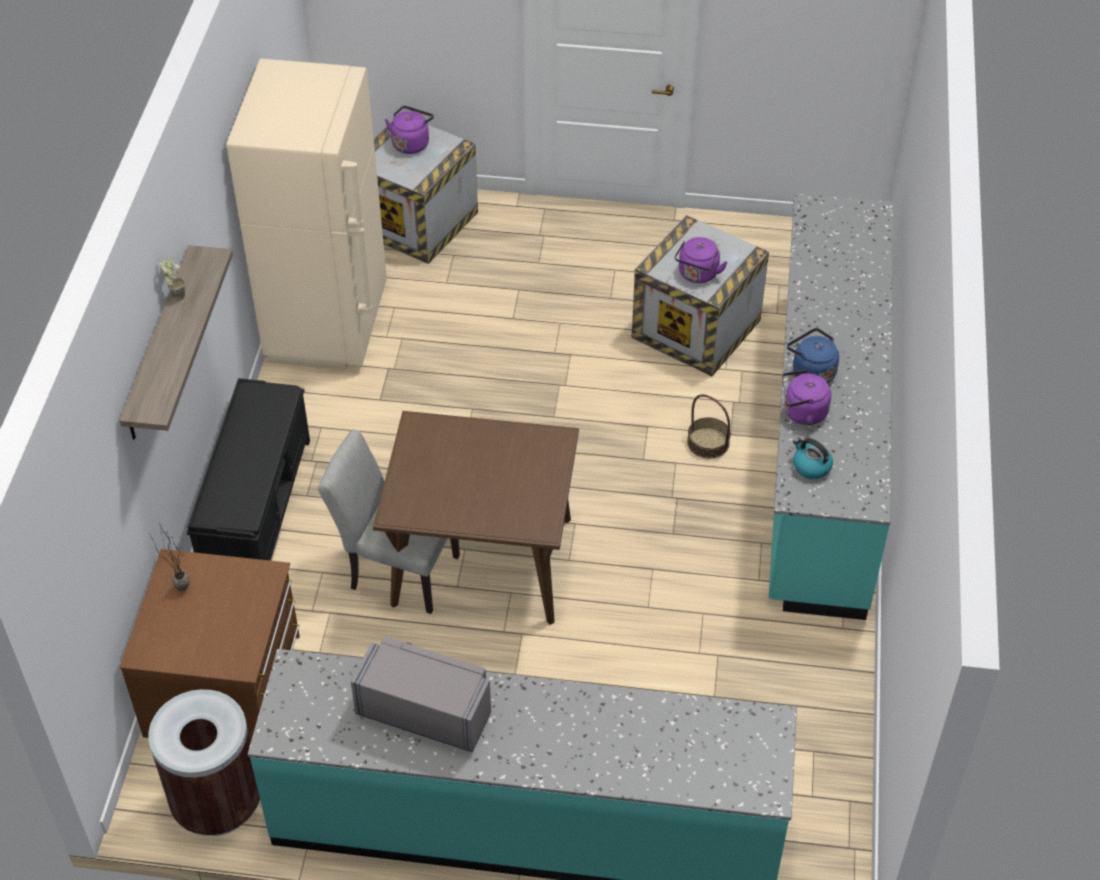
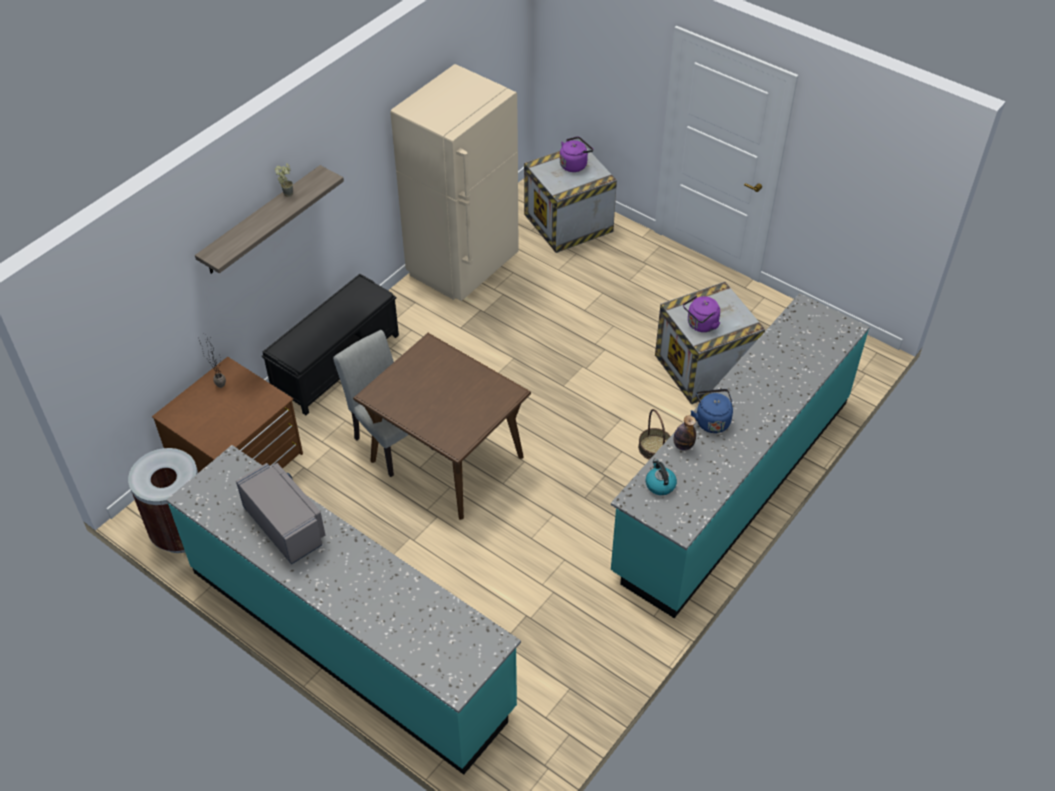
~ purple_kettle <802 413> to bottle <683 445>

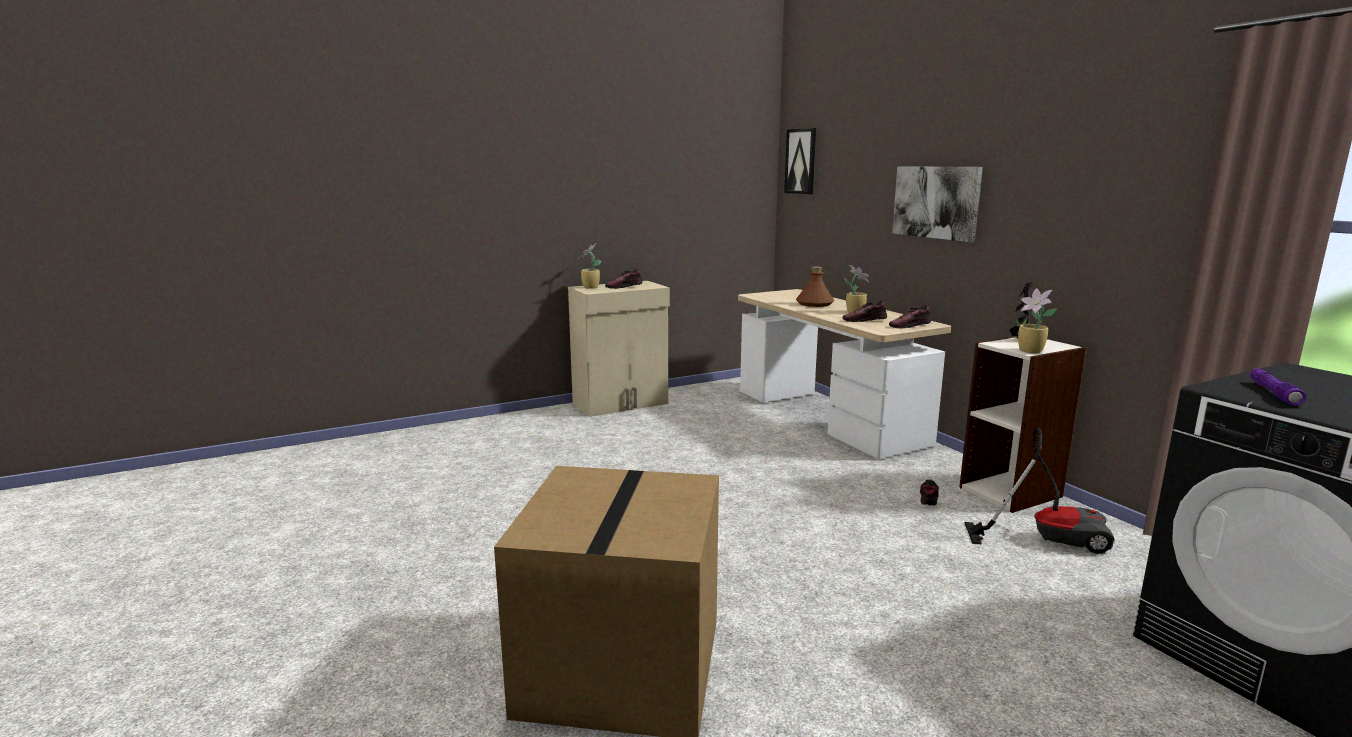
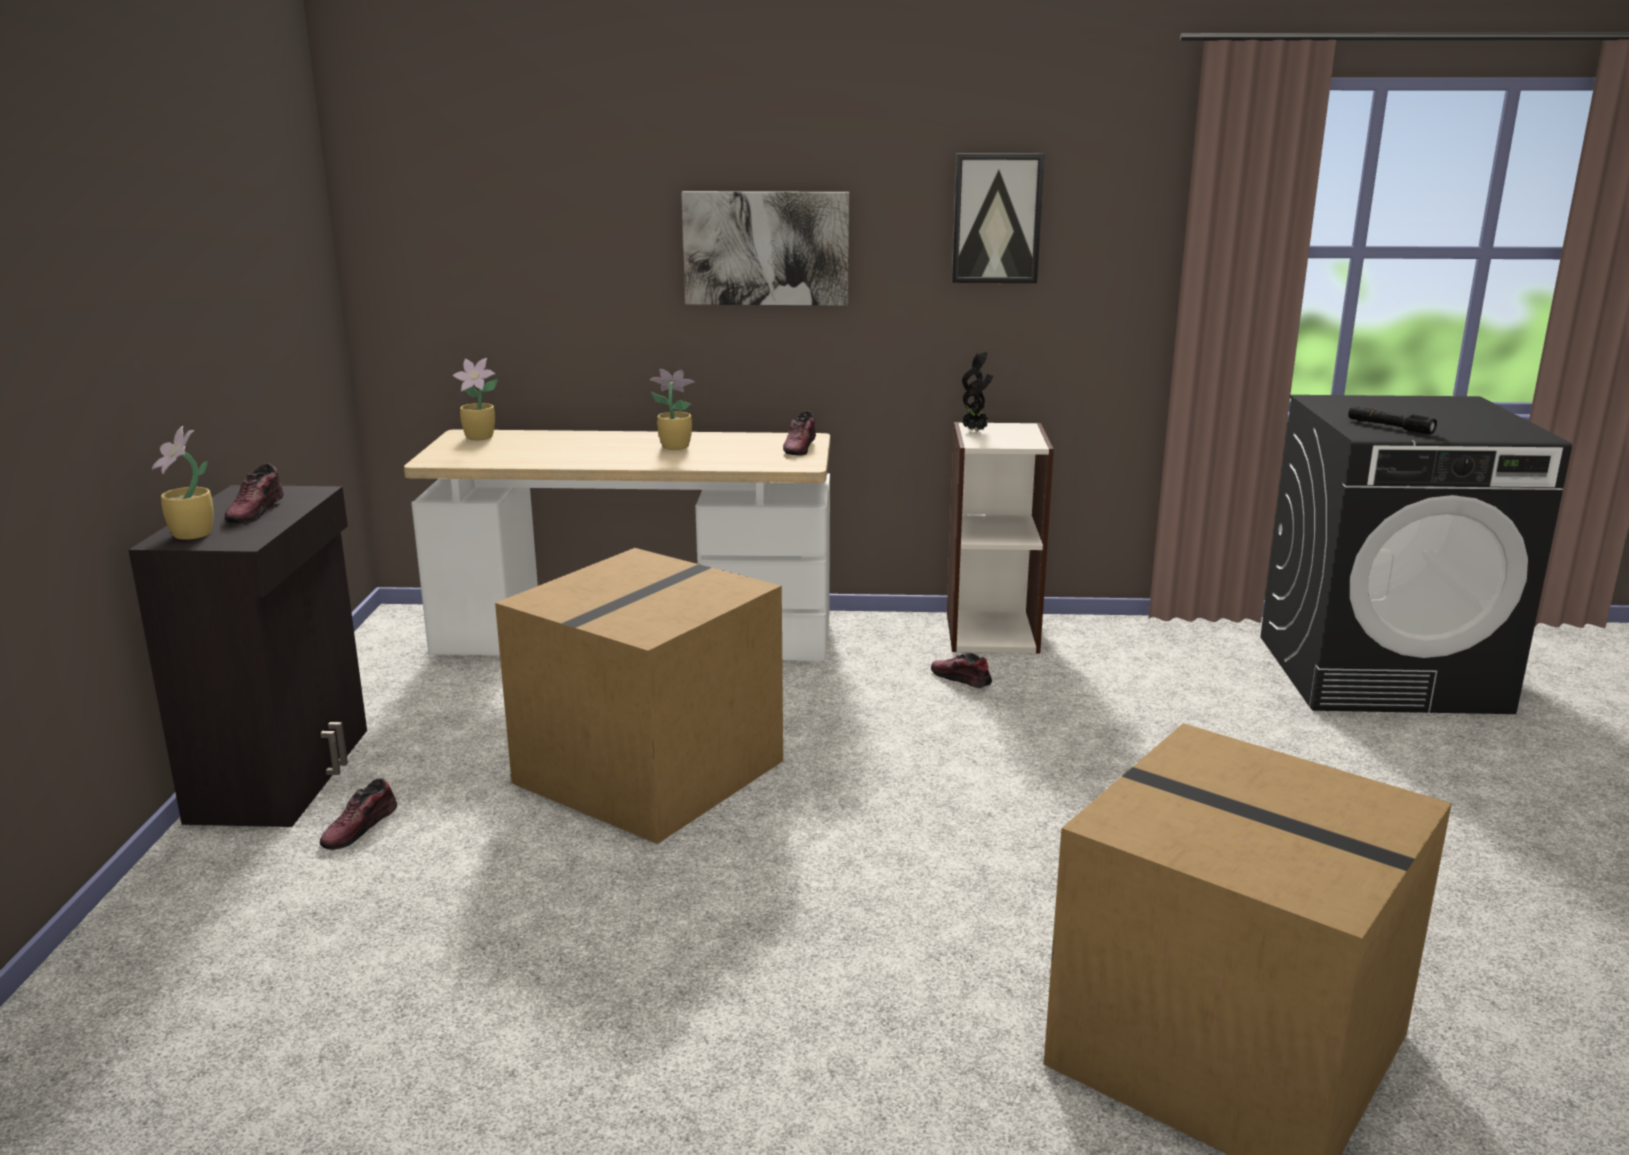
~ picture <801 161> to <996 218>
- brown_bottle <815 304>
~ beige_cabinet <621 404> to black_cabinet <285 773>
~ potted_plant <1031 351> to <480 437>
~ shoe <864 320> to <360 828>
~ purple_flashlight <1273 393> to black_flashlight <1389 427>
- vacuum_cleaner <1047 538>
+ cardboard_box <649 769>

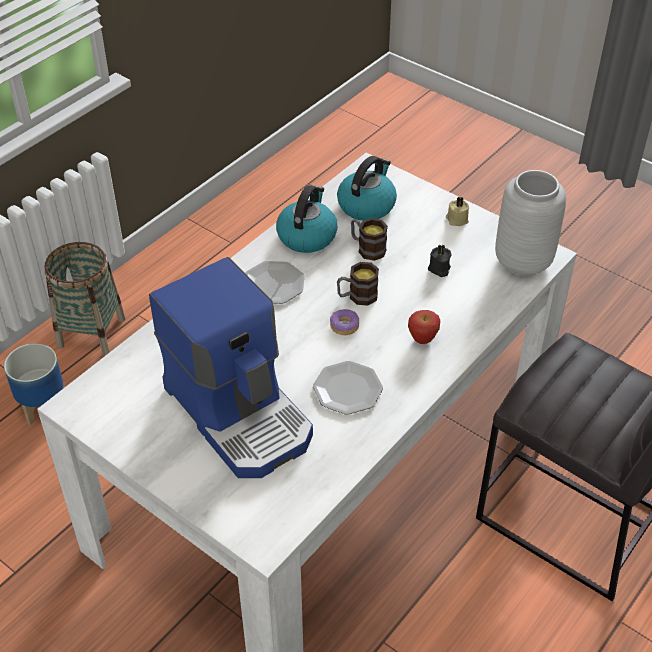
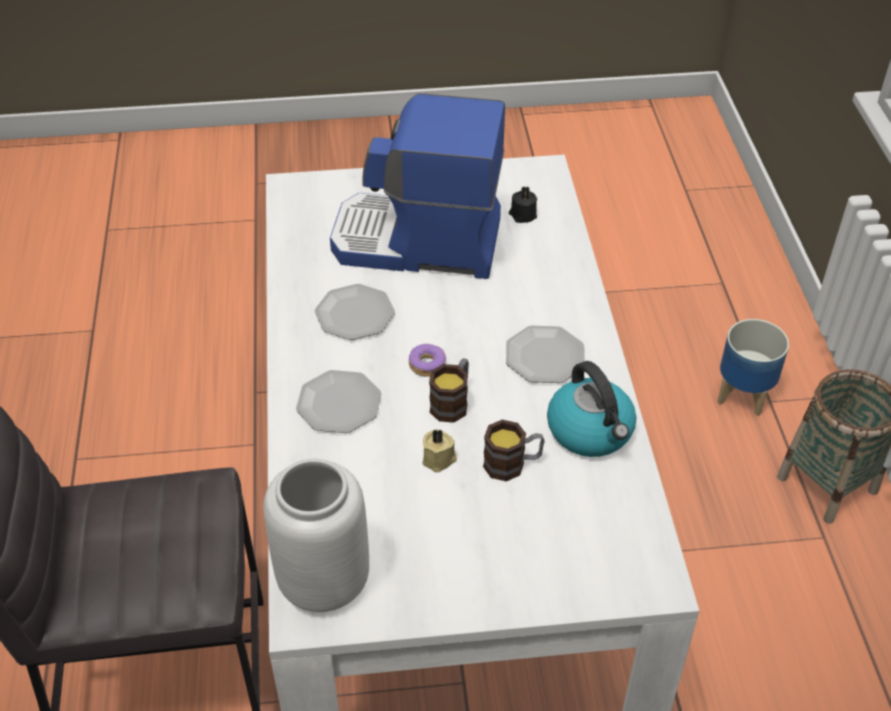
- kettle <366 205>
~ beige_candle <456 219> to <439 459>
~ black_candle <439 269> to <522 215>
~ apple <422 340> to plate <338 403>

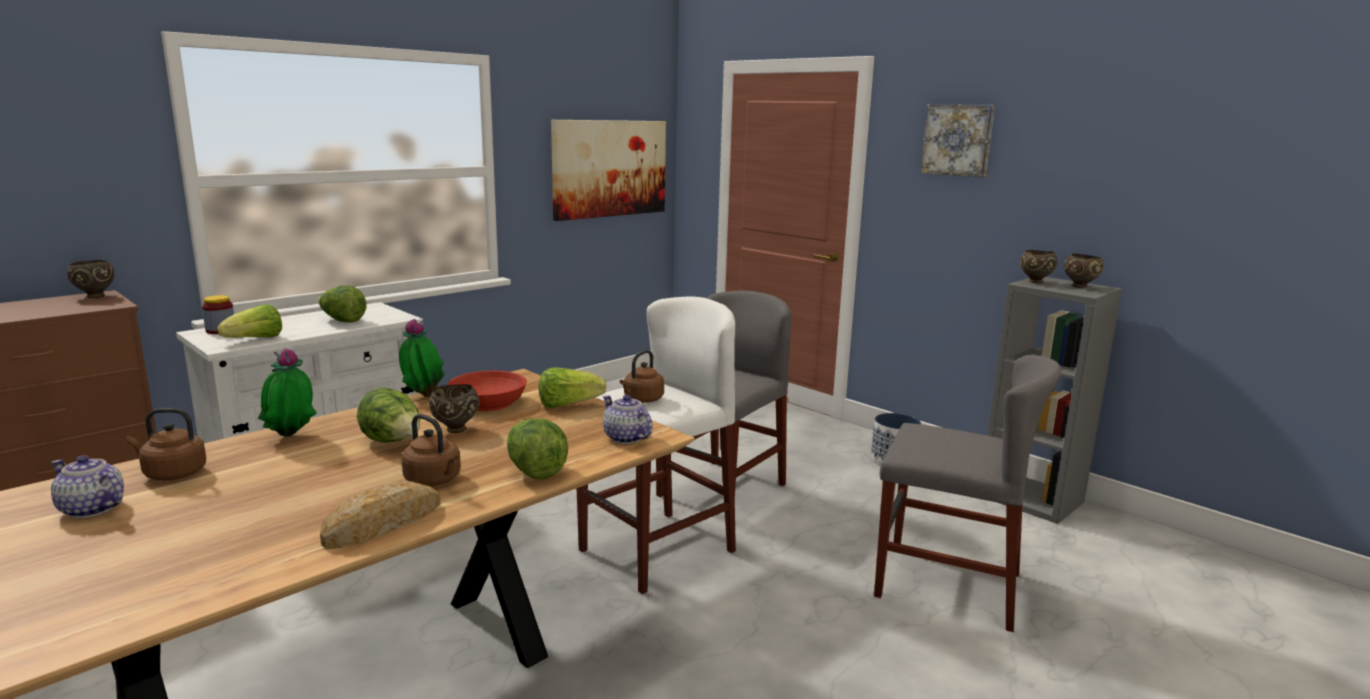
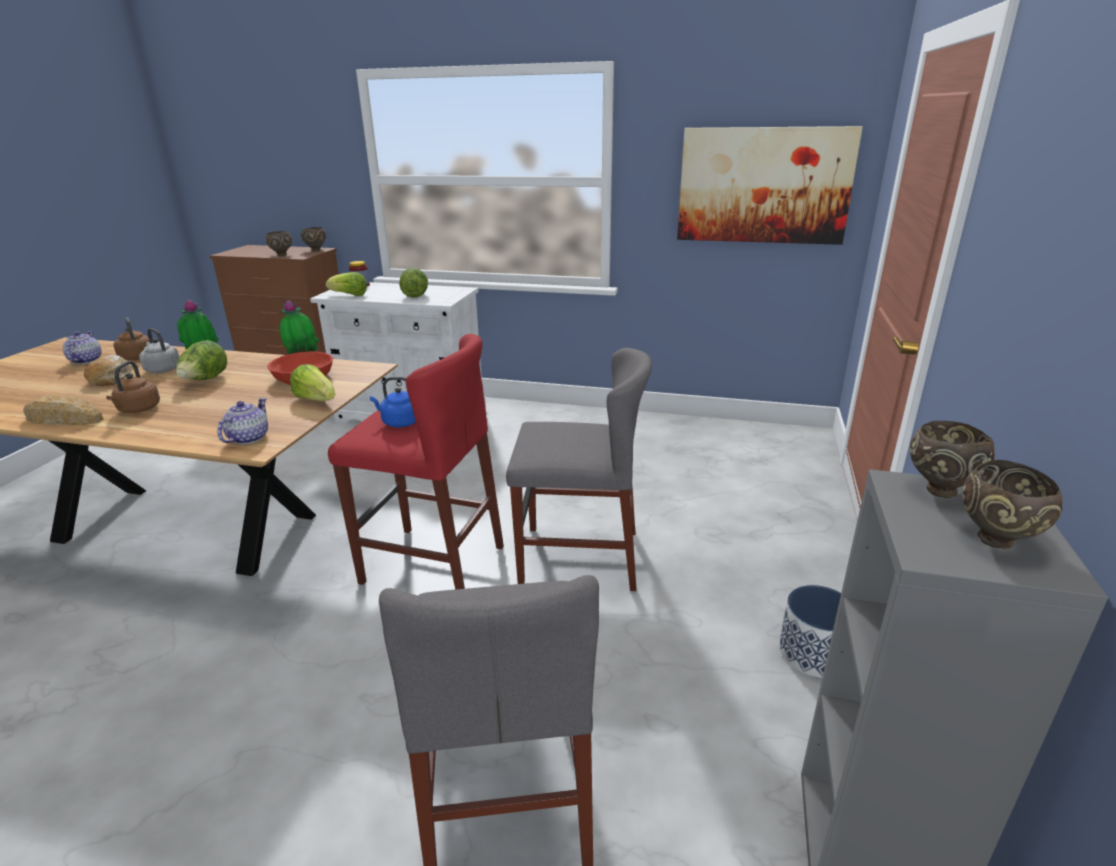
- picture <958 140>
~ white_stool <656 550> to red_stool <432 564>
~ brown_kettle <642 400> to blue_kettle <399 422>
~ brown_bowl <455 430> to <281 255>
- lettuce <535 471>
+ grey_kettle <162 369>
+ bread <111 378>

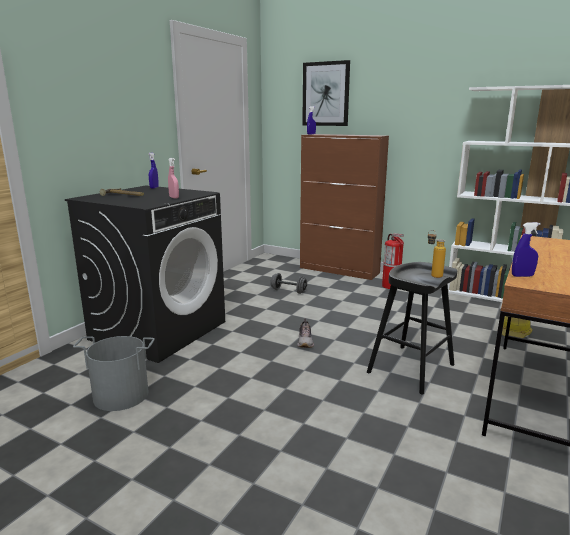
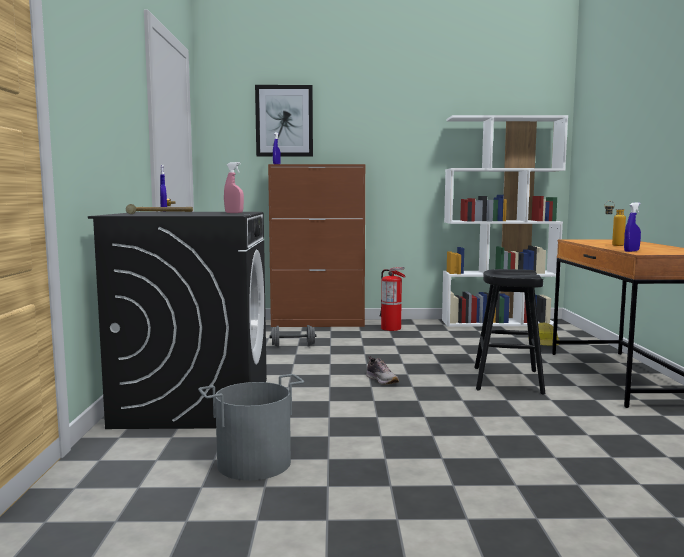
~ bottle <432 275> to <612 245>

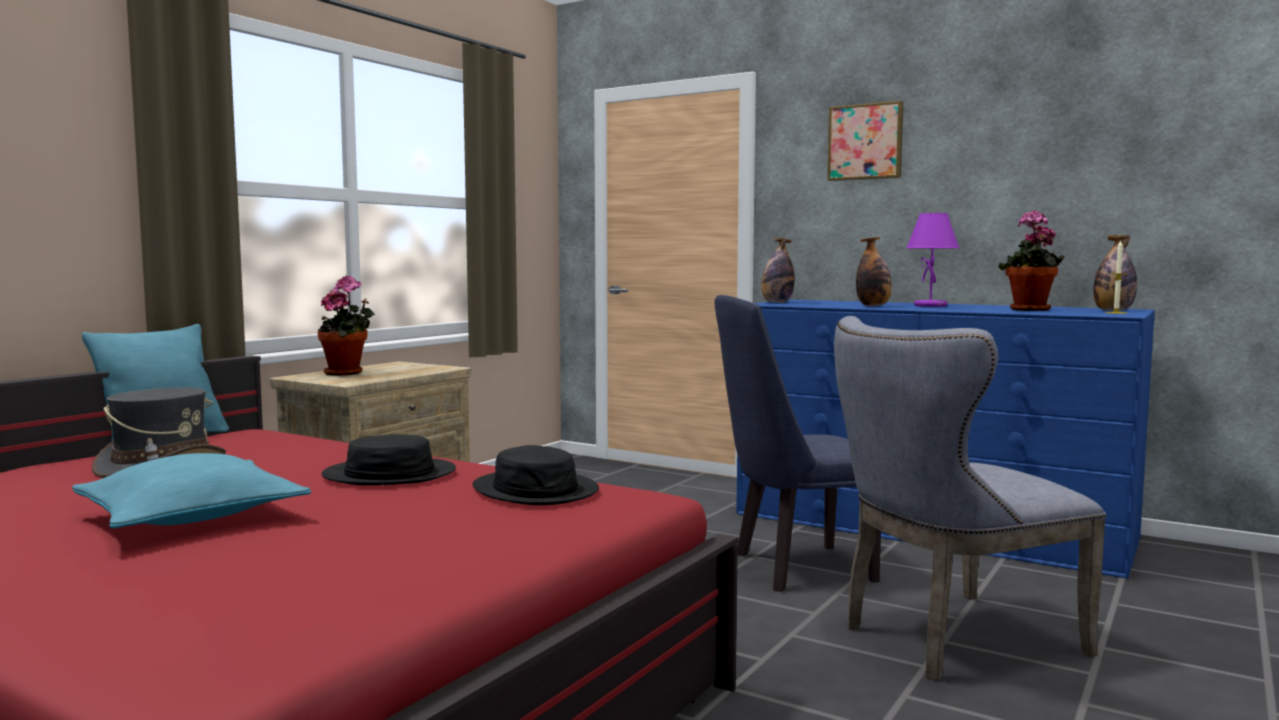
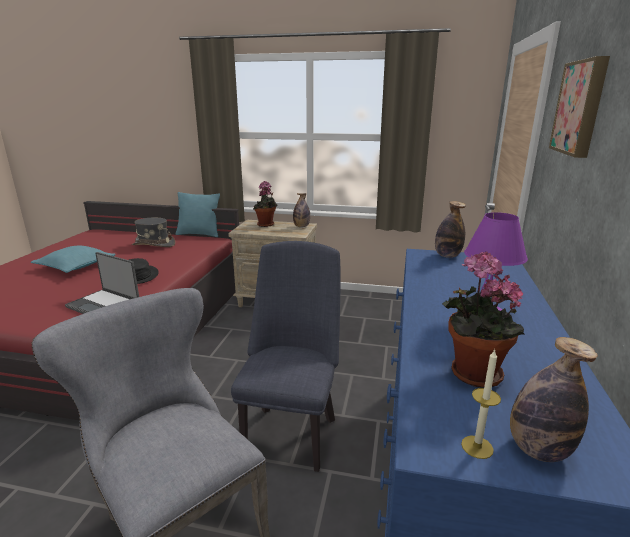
~ bottle <873 306> to <301 226>
~ blue_chair <792 568> = <291 430> 45 degrees clockwise
~ black_hat <535 490> to laptop <104 305>

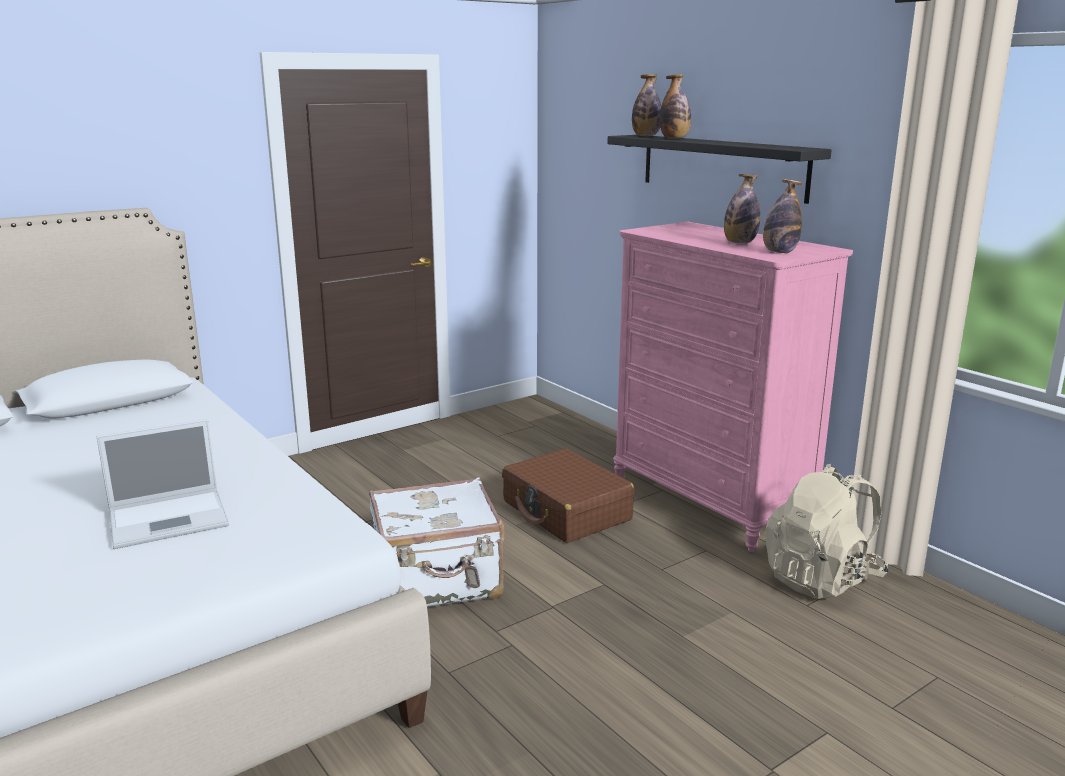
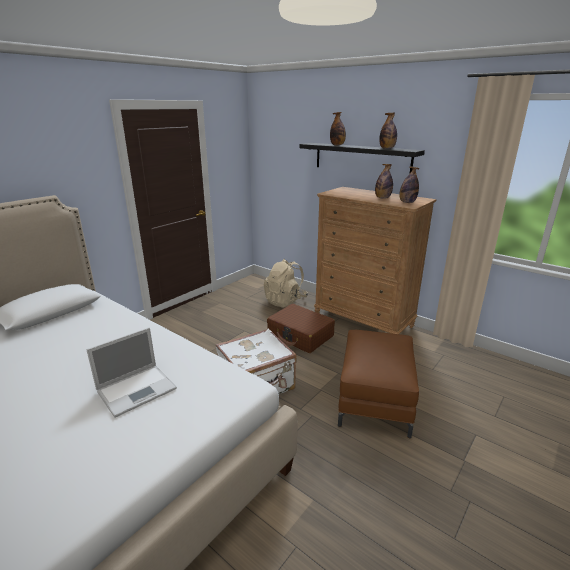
~ bottle <646 136> to <387 148>
~ pink_dresser <710 502> to brown_dresser <363 321>
~ beige_backpack <821 579> to <285 301>
+ brown_ottoman <374 399>

